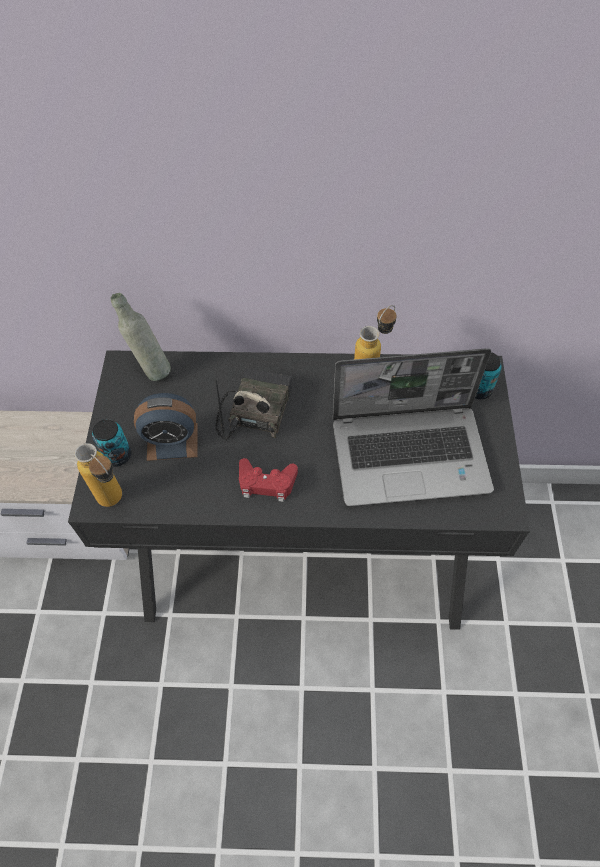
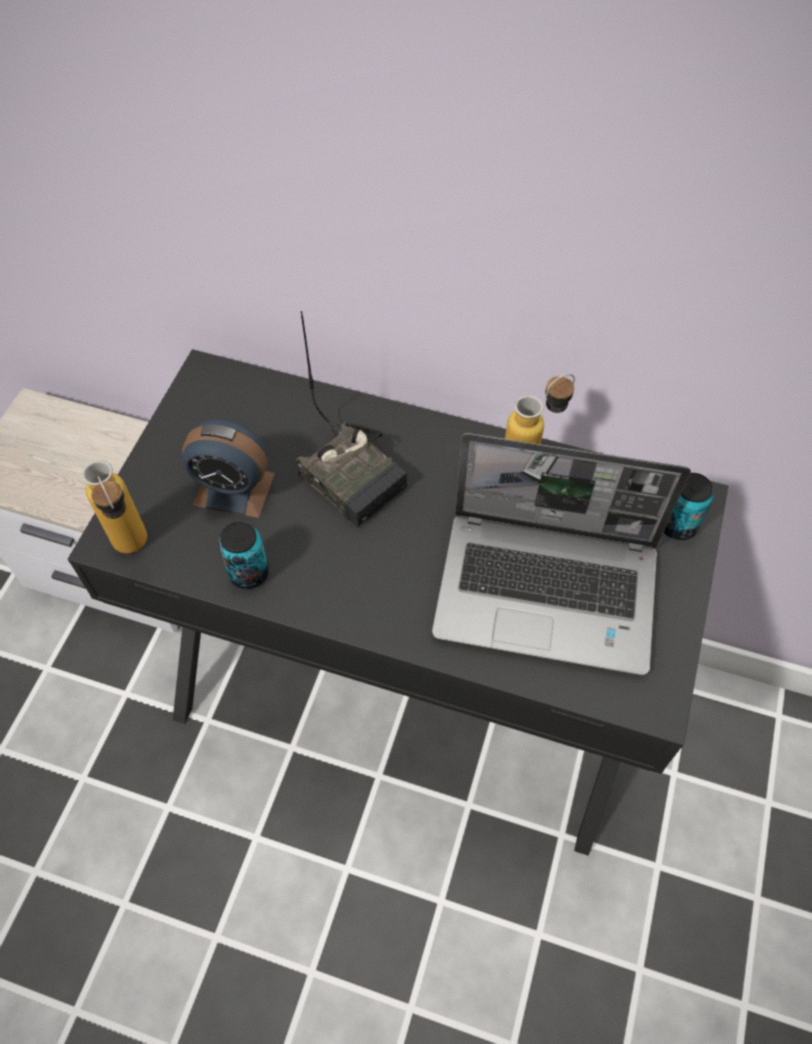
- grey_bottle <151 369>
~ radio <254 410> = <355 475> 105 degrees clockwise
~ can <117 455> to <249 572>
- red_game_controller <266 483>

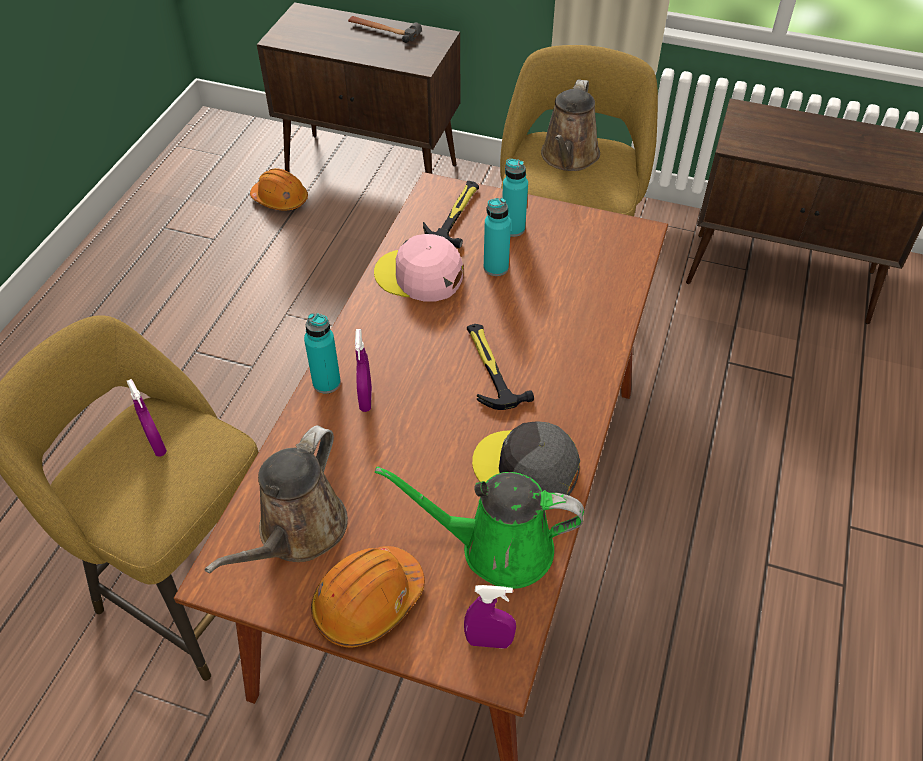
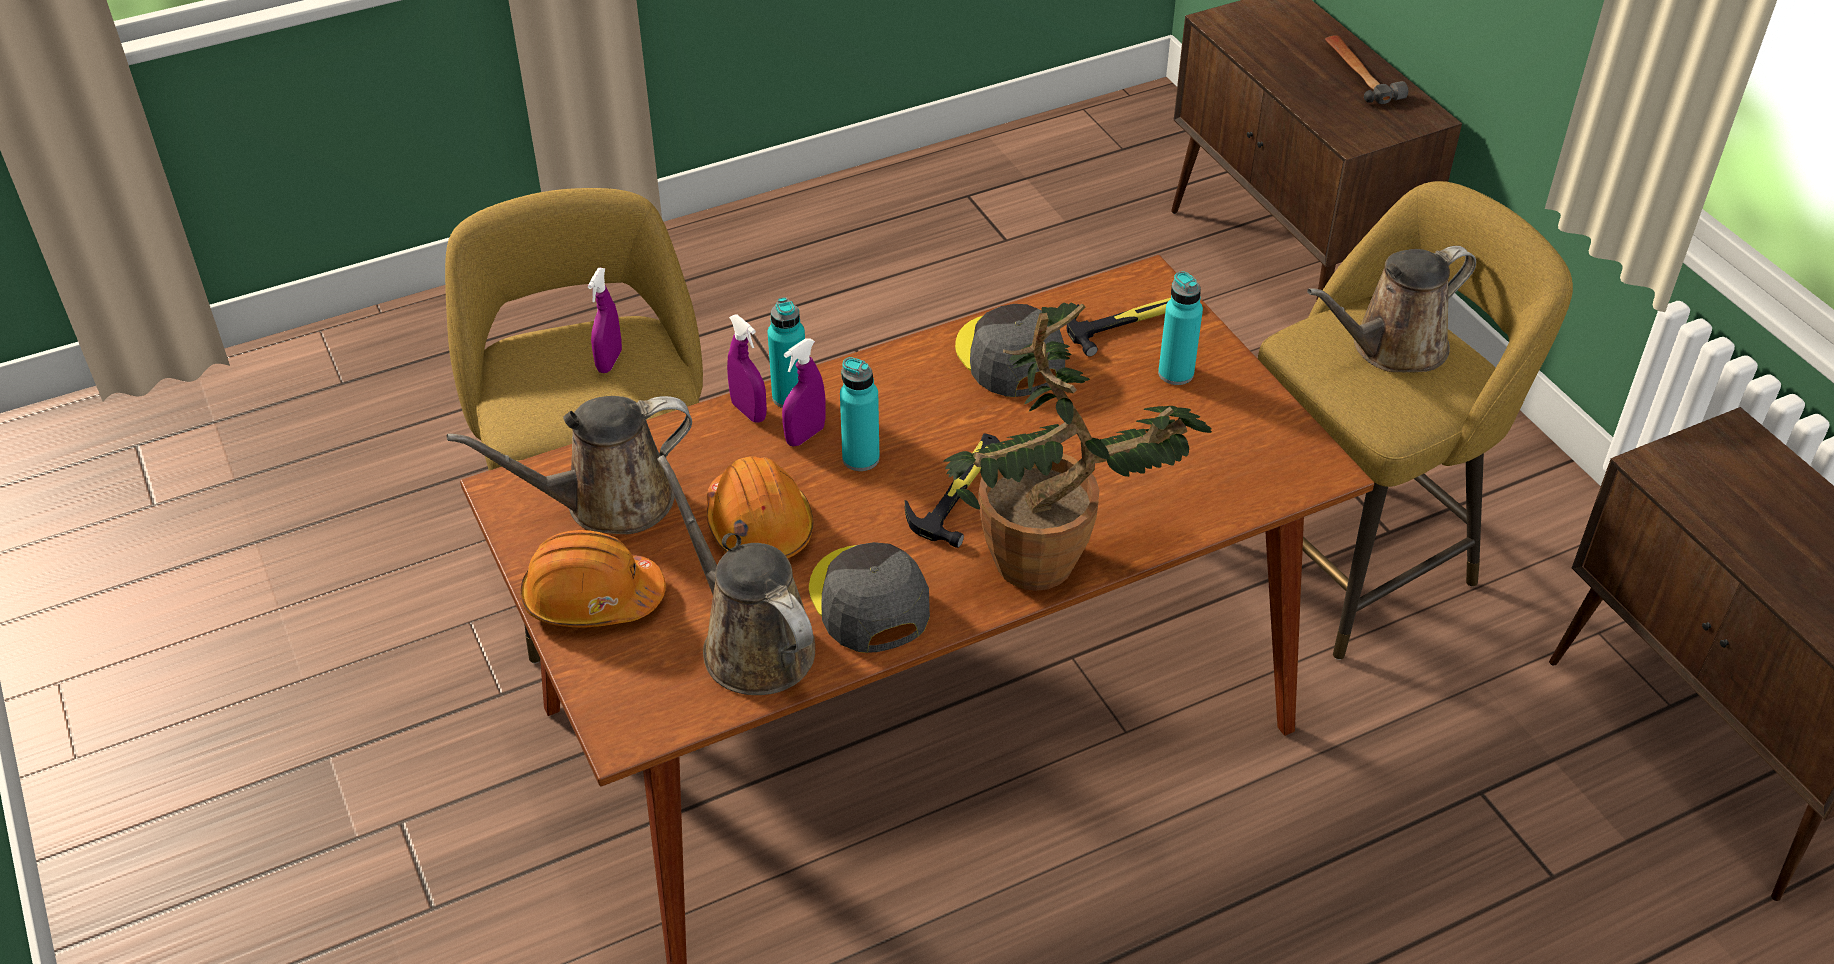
~ orange_hard_hat <280 199> to <759 526>
~ turquoise_bottle <496 267> to <860 458>
~ pink_cap <419 276> to grey_cap <1009 357>
~ green_watering_can <497 547> to brown_watering_can <751 643>
~ purple_spray_bottle <489 641> to <749 411>
+ potted_plant <1056 562>

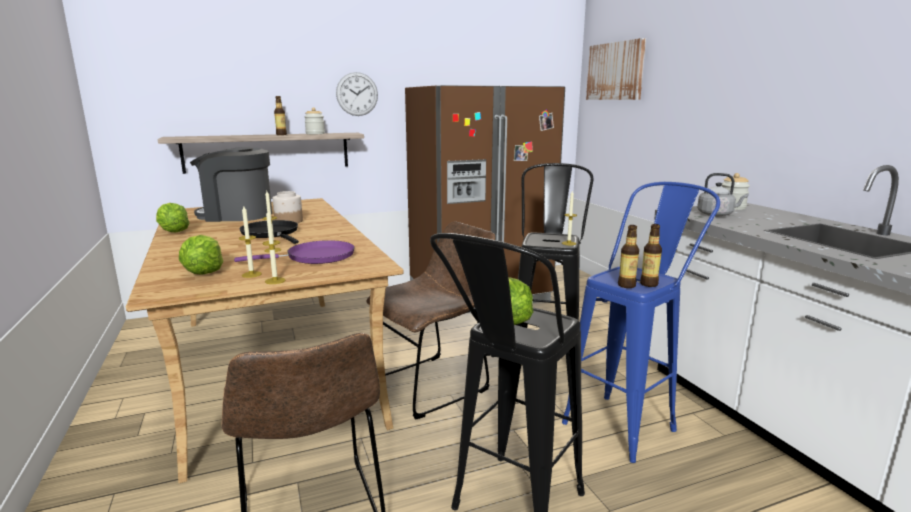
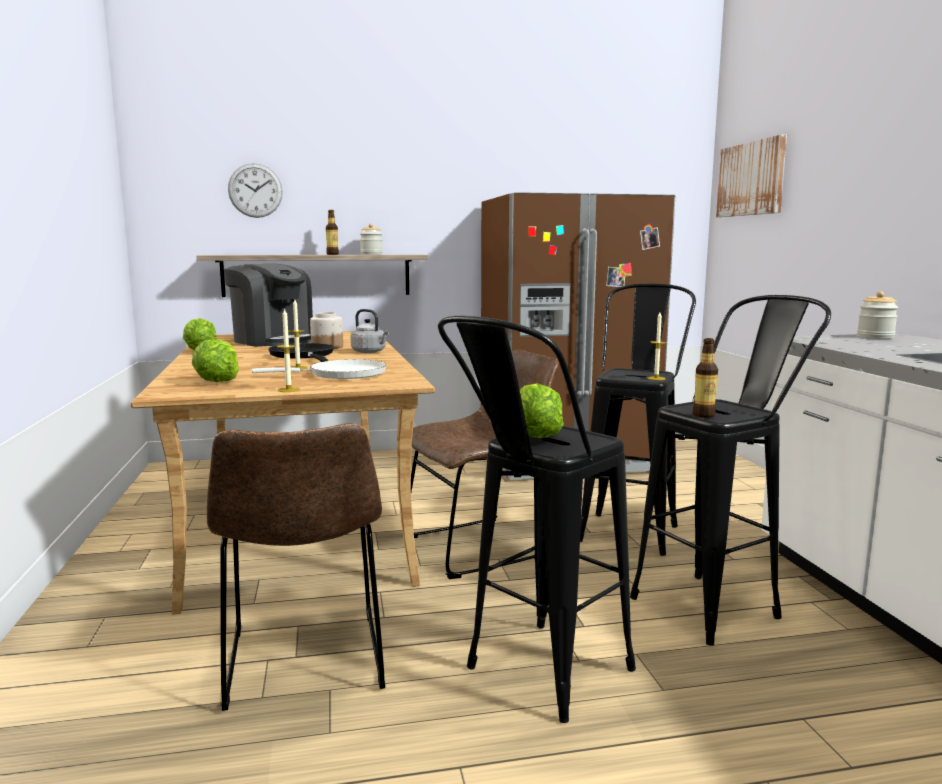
~ wall_clock <357 94> to <255 190>
~ coffee_machine <237 215> = <273 341> 150 degrees counterclockwise
~ grey_kettle <717 214> to <370 352>
~ blue_stool <628 421> to black_stool <718 603>
- candle <251 274>
- bottle <649 284>
~ purple_frying_pan <316 257> to white_frying_pan <342 374>

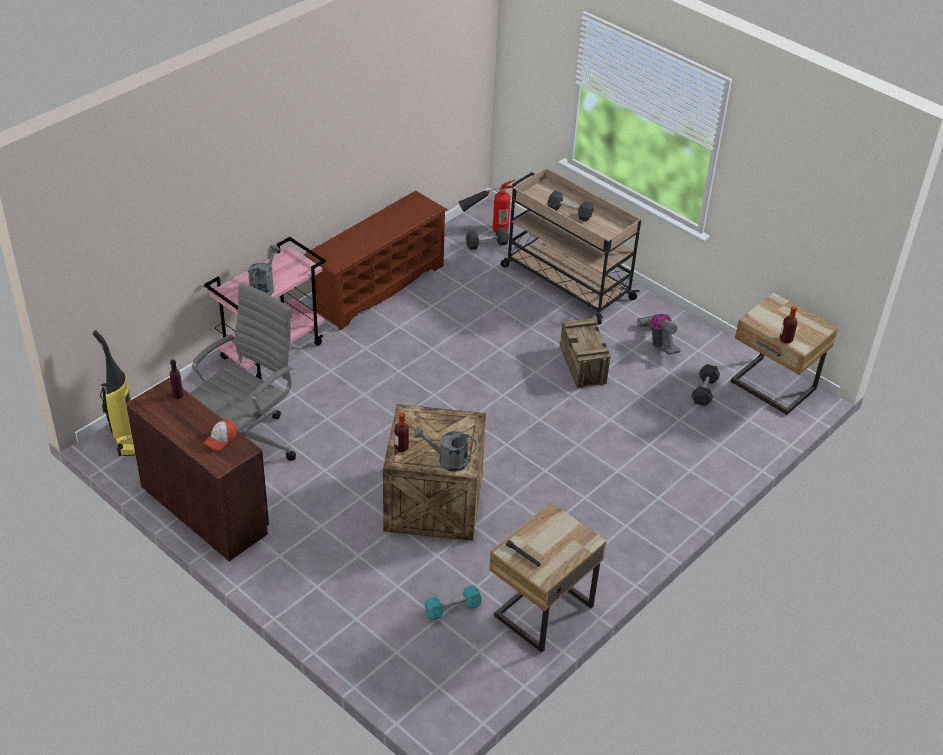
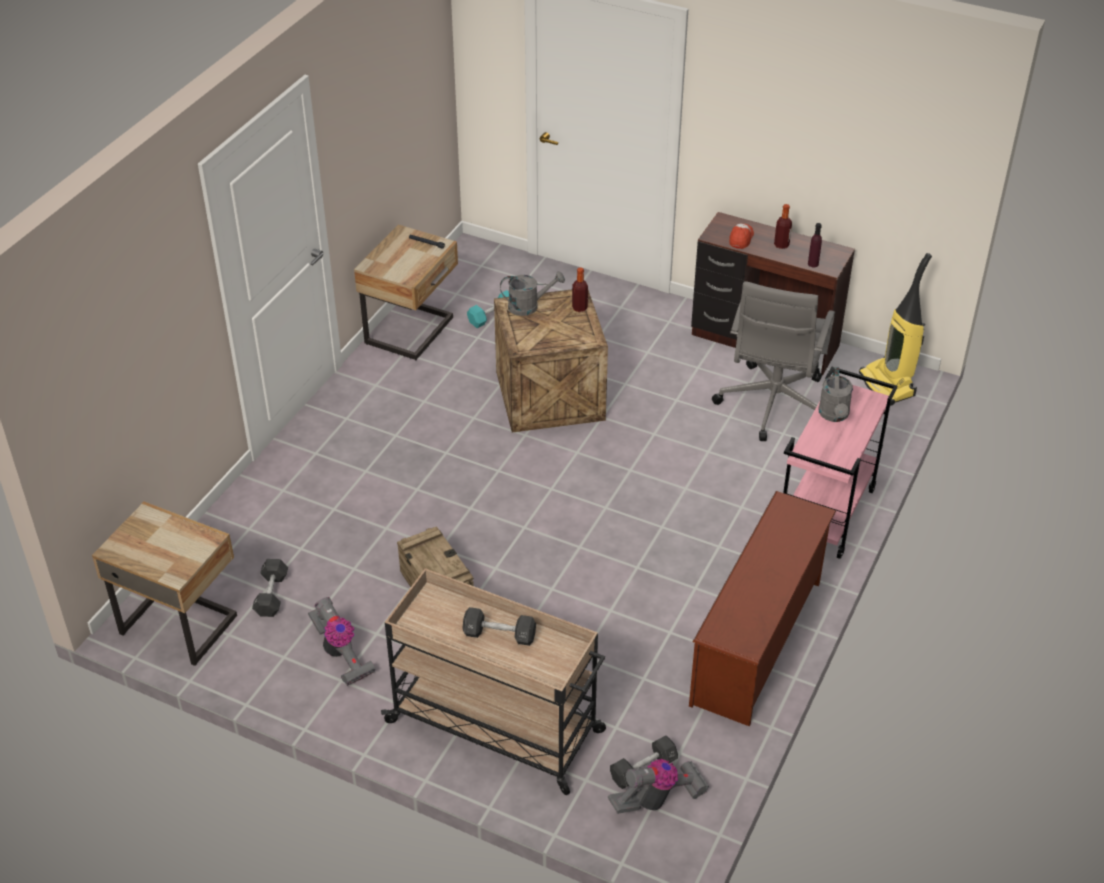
~ fire_extinguisher <485 230> to vacuum_cleaner <658 799>
~ bottle <786 340> to <781 245>

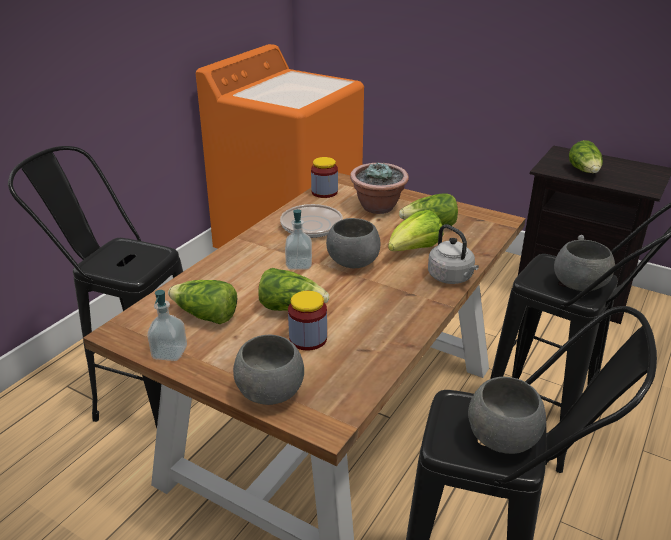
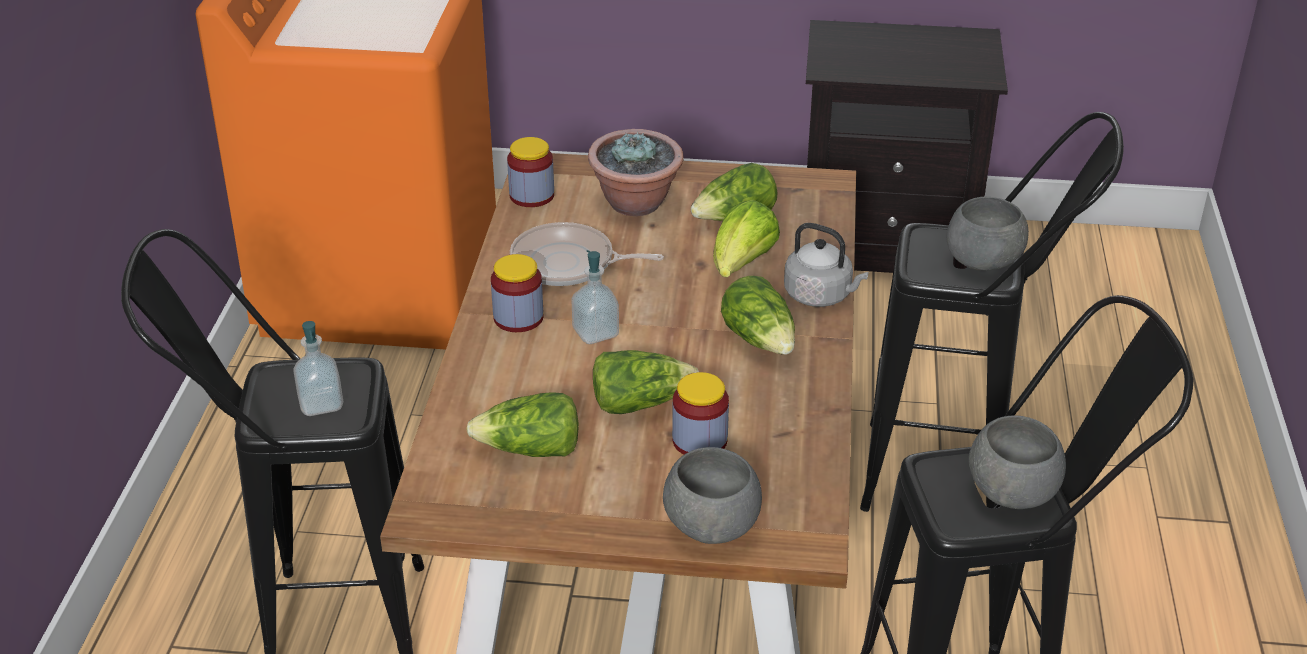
~ lettuce <585 171> to <760 340>
- grey_bowl <353 262>
~ soap_dispenser <169 352> to <321 404>
+ jar <518 318>

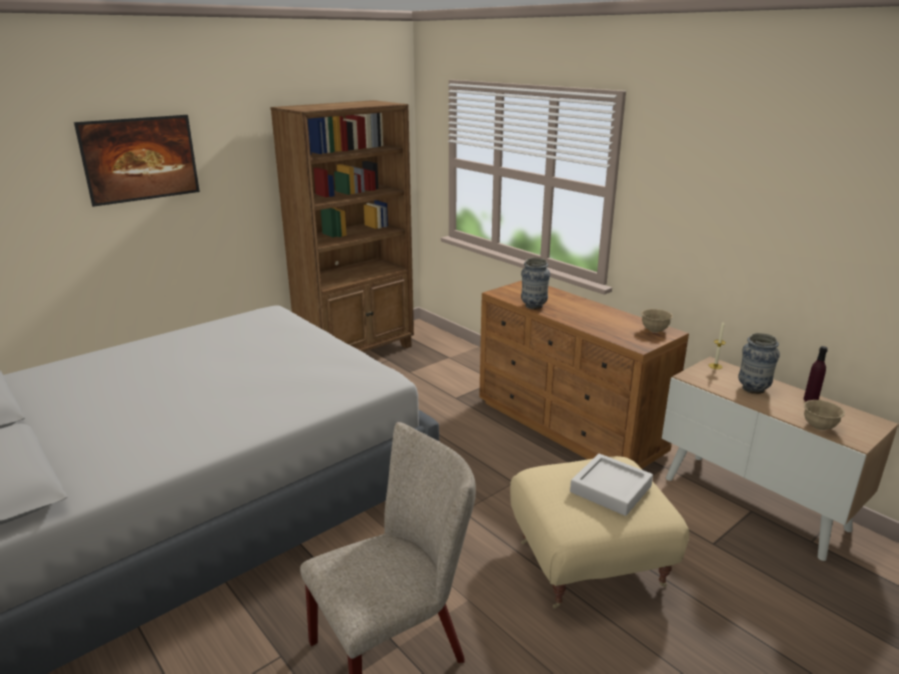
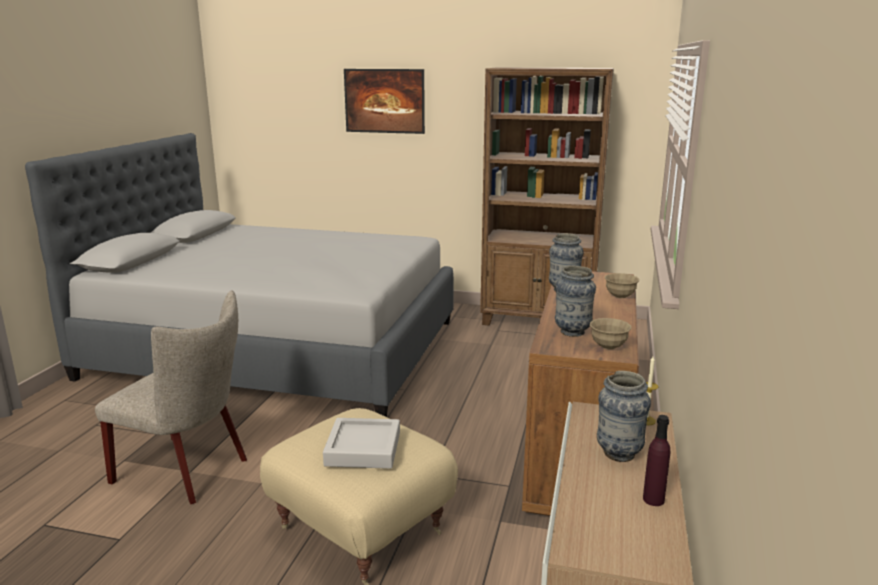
~ beige_bowl <819 426> to <620 296>
+ vase <572 332>

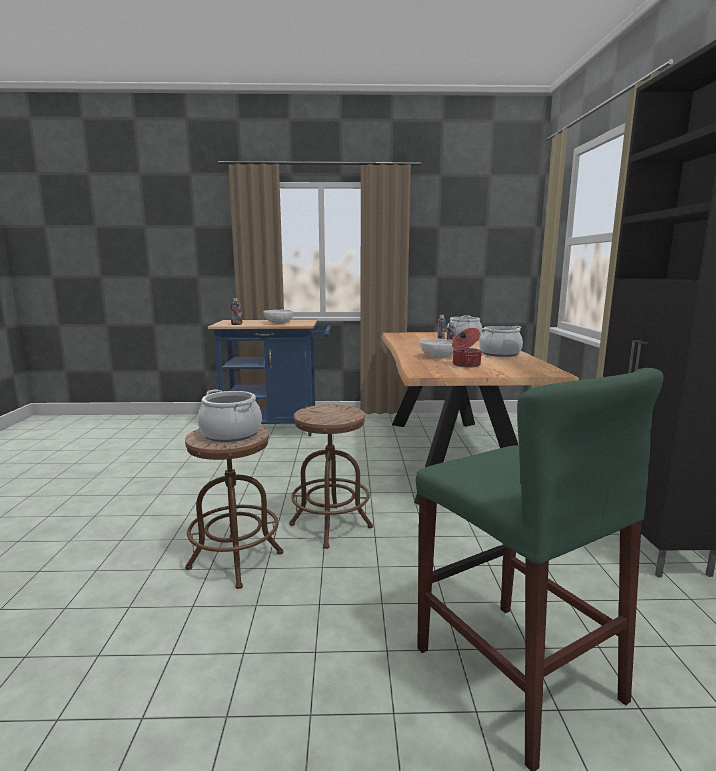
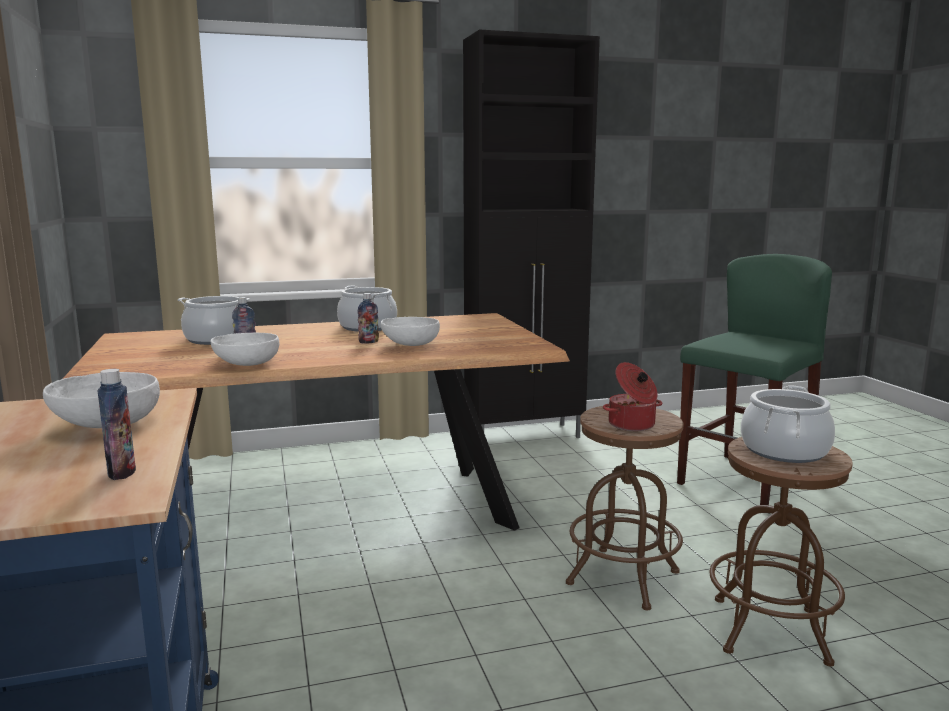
~ cooking_pot <465 365> to <632 425>
+ white_bowl <246 365>

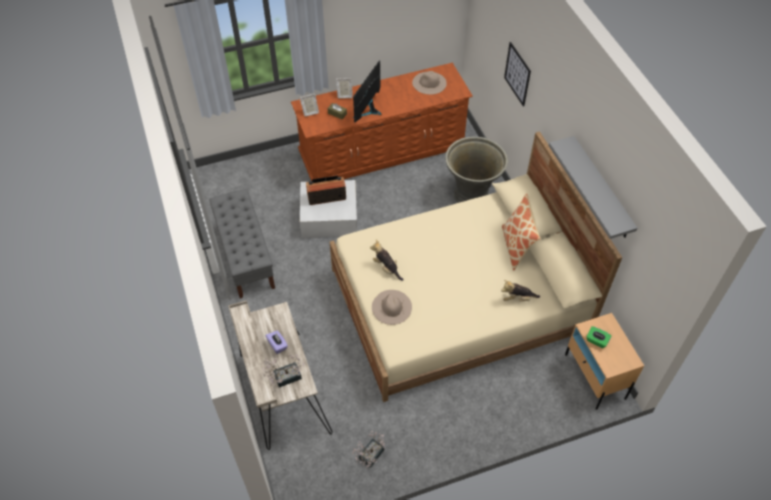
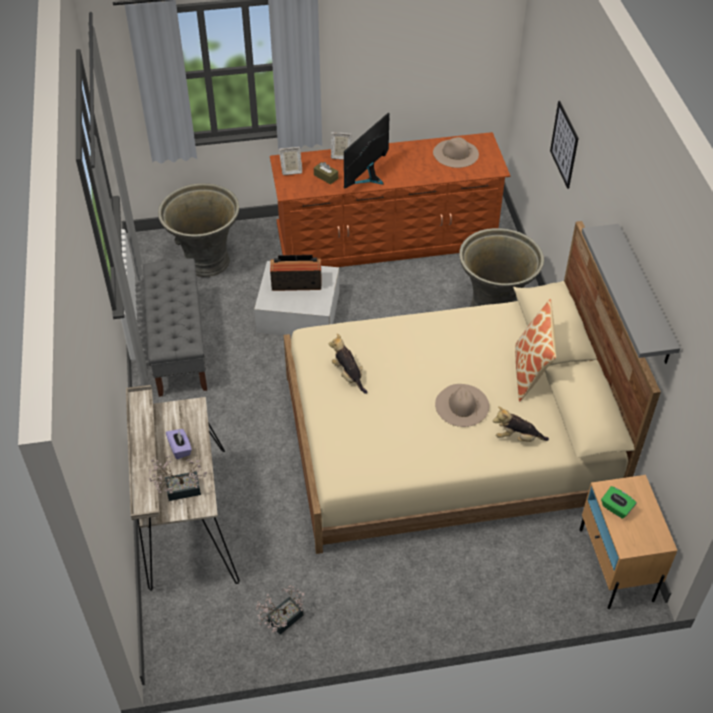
~ beige_hat <391 307> to <462 405>
+ grey_planter <206 261>

